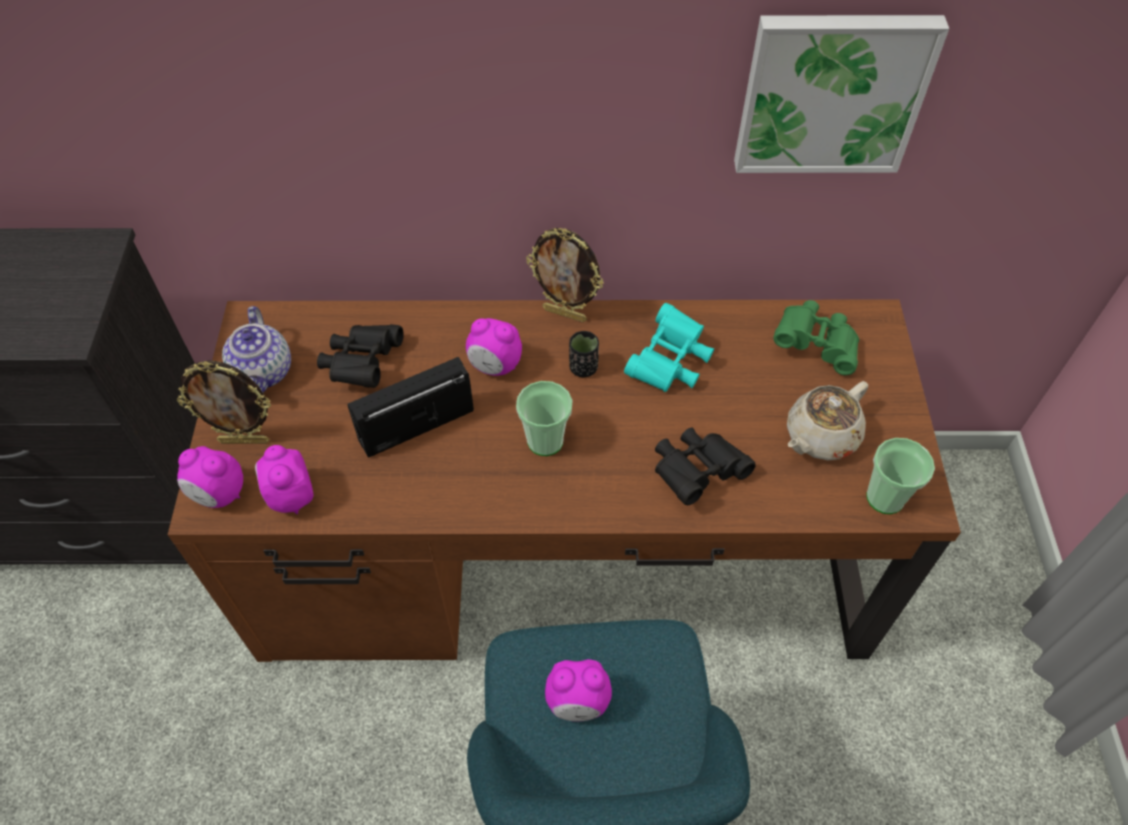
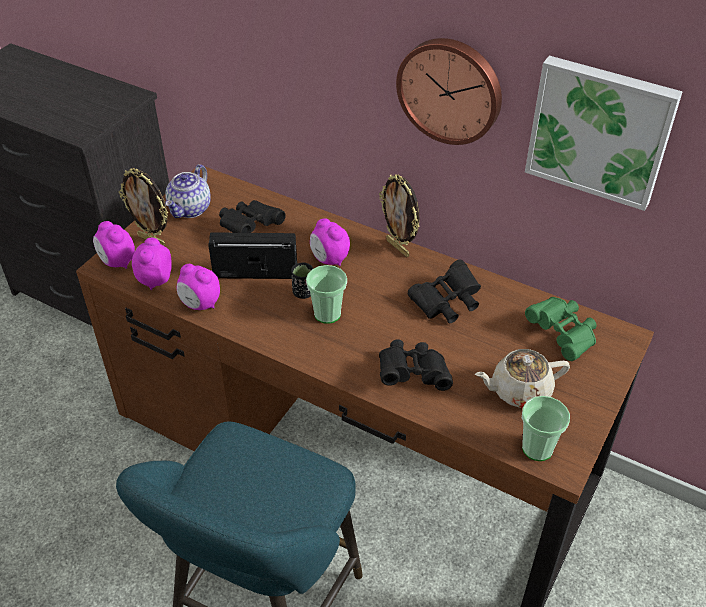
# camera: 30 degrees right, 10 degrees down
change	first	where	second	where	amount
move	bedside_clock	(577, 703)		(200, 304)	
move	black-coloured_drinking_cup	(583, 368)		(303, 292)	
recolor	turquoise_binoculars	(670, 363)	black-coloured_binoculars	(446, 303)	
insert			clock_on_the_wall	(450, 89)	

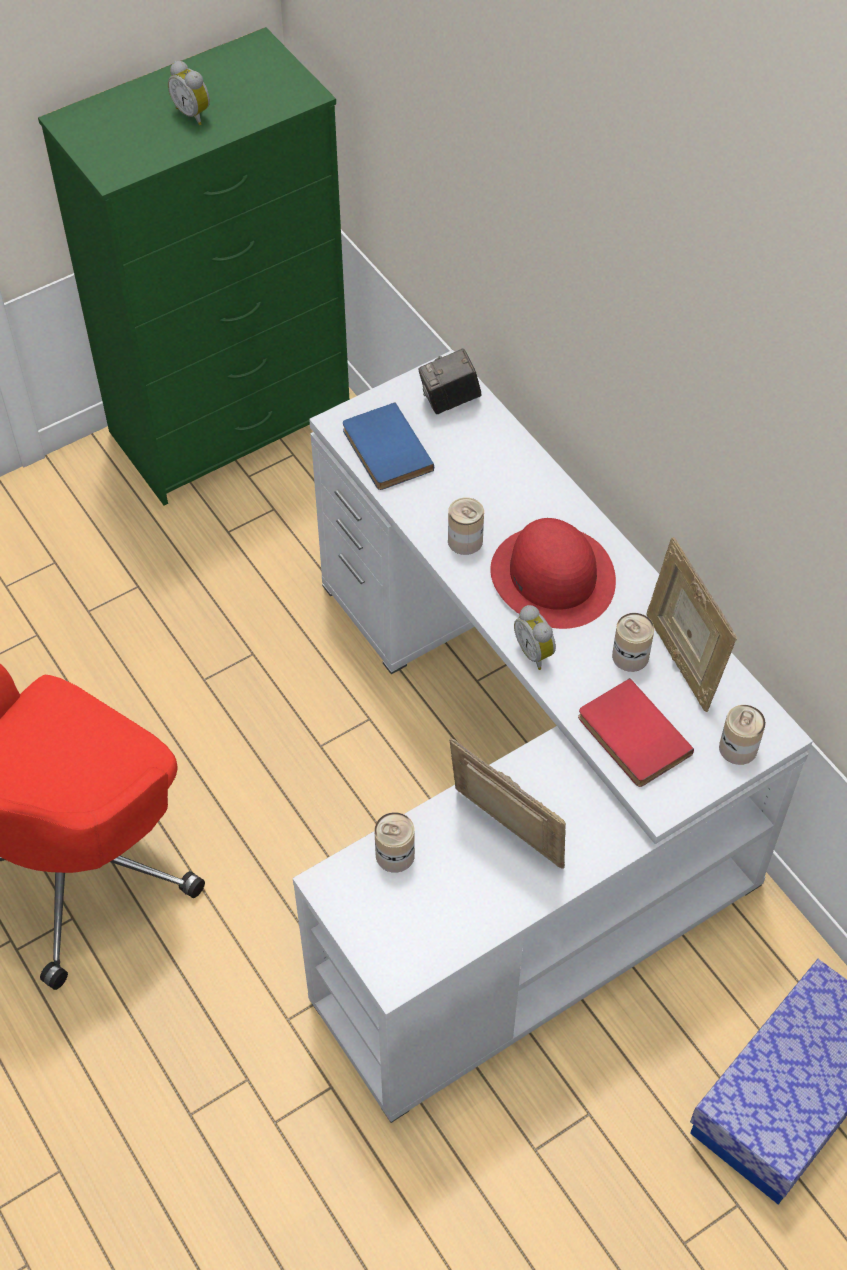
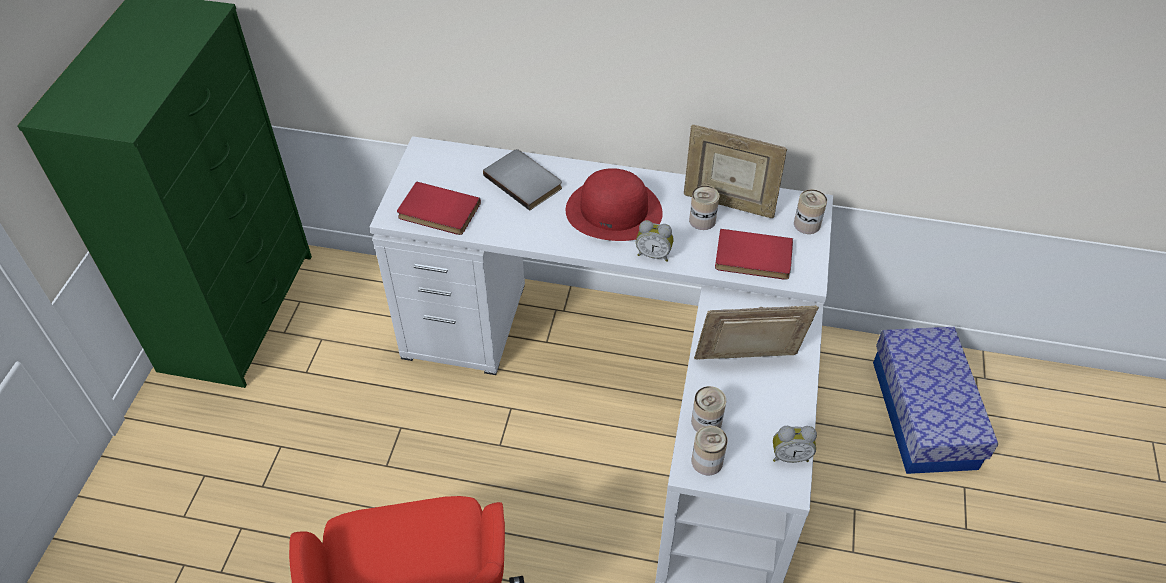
# camera: 45 degrees left, 5 degrees down
change	first	where	second	where	amount
move	bedside_clock	(193, 113)		(789, 455)	
recolor	blue_bound_book	(384, 450)	red-coloured_bound_book	(438, 212)	
delete	photo_camera	(449, 400)			
move	metal_can	(465, 540)		(707, 461)	
insert			grey_bound_book	(525, 180)	

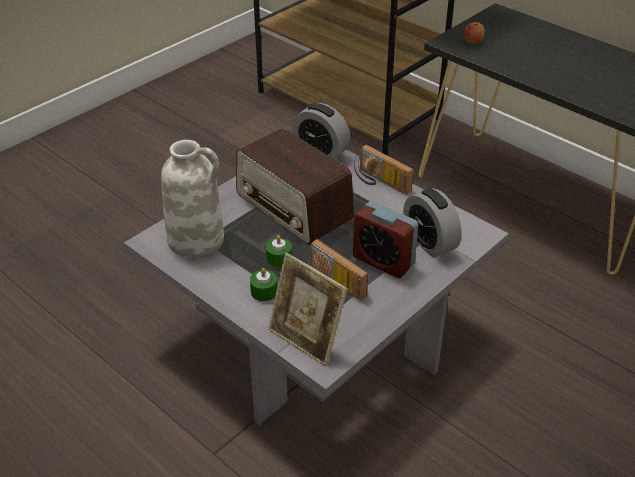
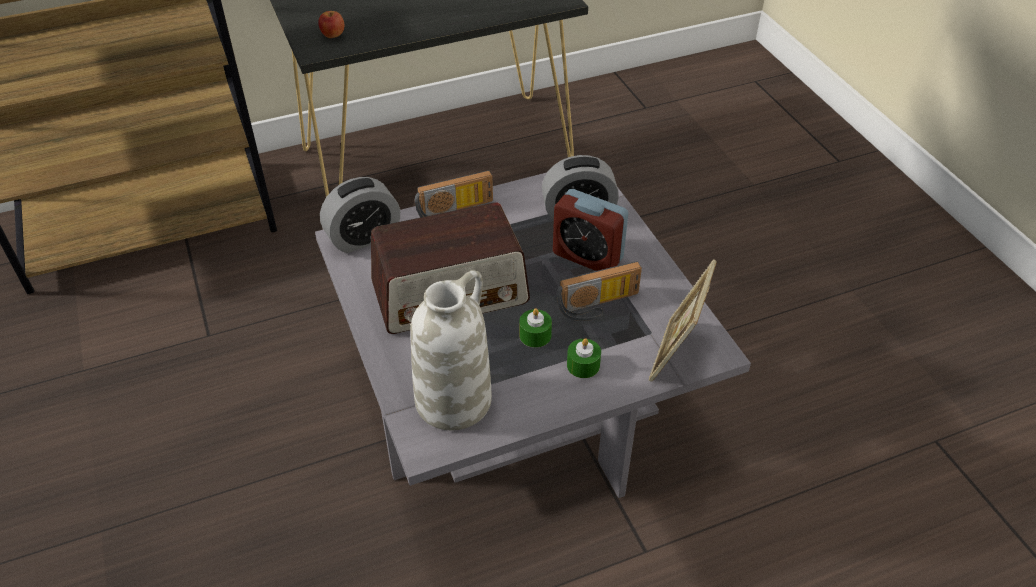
# camera: 65 degrees left, 5 degrees up
change	first	where	second	where	amount
rotate	picture_frame	(306, 340)		(675, 354)	135 degrees clockwise
rotate	bedside_clock	(383, 261)		(587, 256)	60 degrees clockwise

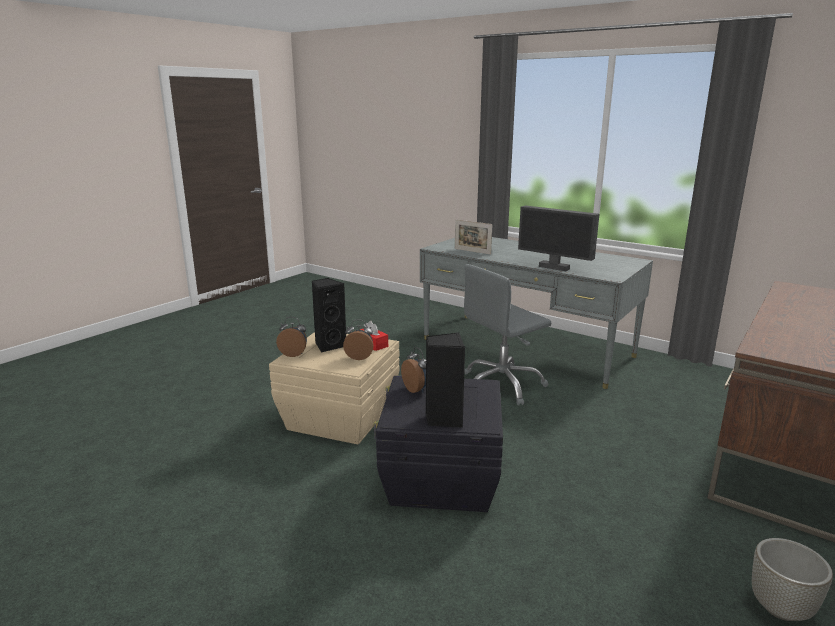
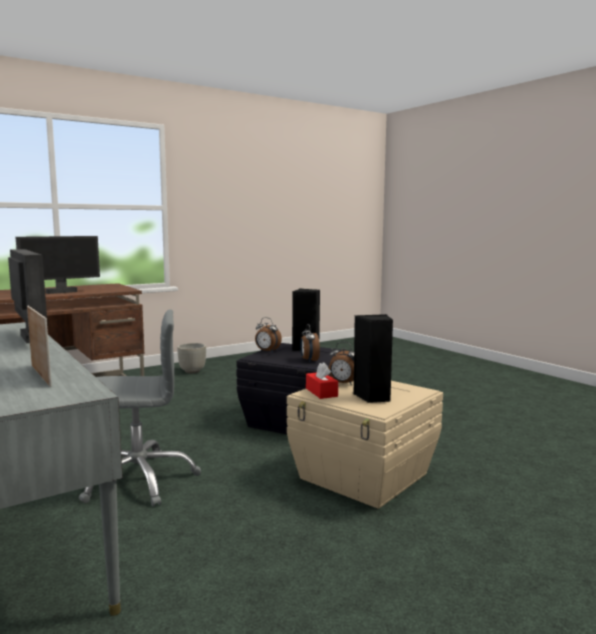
# camera: 160 degrees left, 10 degrees down
change	first	where	second	where	amount
move	bedside_clock	(294, 354)		(267, 351)	
insert			computer_display	(61, 292)	

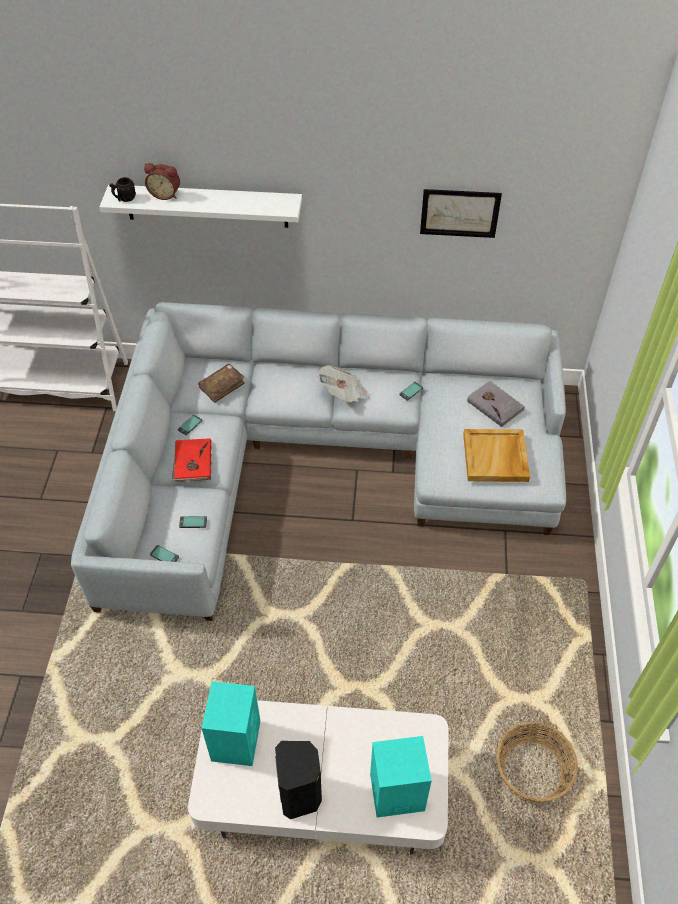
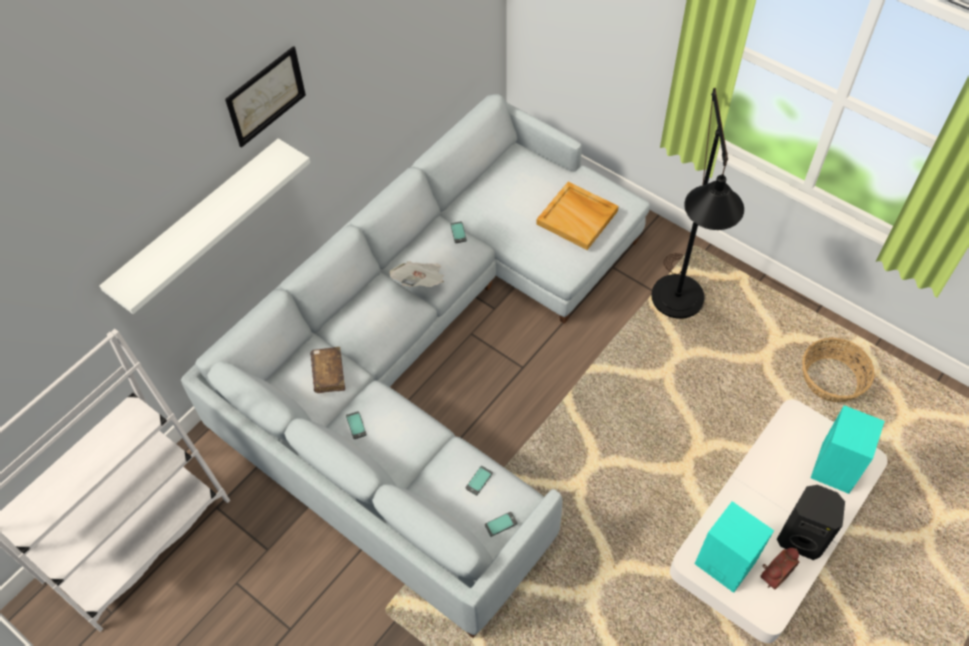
# camera: 55 degrees left, 5 degrees up
change	first	where	second	where	amount
delete	black-coloured_mug	(124, 199)			
move	bedside_clock	(165, 194)		(773, 574)	
delete	red-coloured_bound_book	(192, 462)			
move	wall_picture	(459, 213)		(266, 96)	
delete	grey_bound_book	(495, 405)			
insert			black-coloured_standard_lamp	(677, 310)	

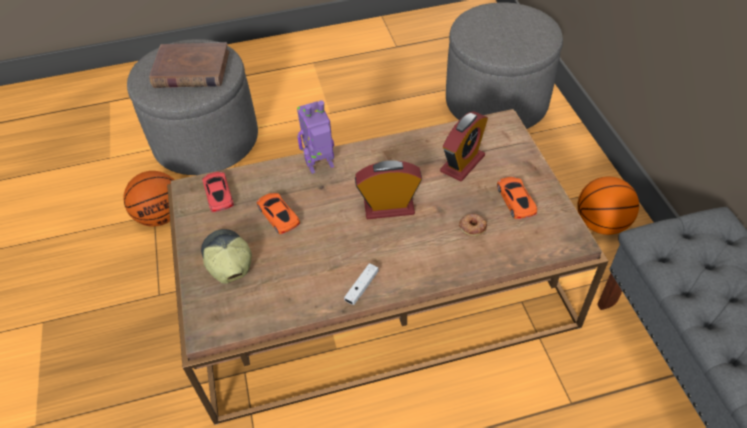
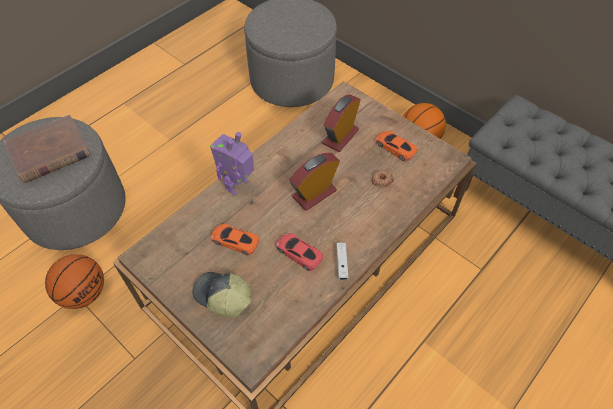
# camera: 35 degrees left, 5 degrees up
change	first	where	second	where	amount
move	red-coloured_miniature_car	(218, 193)		(299, 253)	
rotate	bedside_clock	(462, 163)		(340, 137)	150 degrees counterclockwise

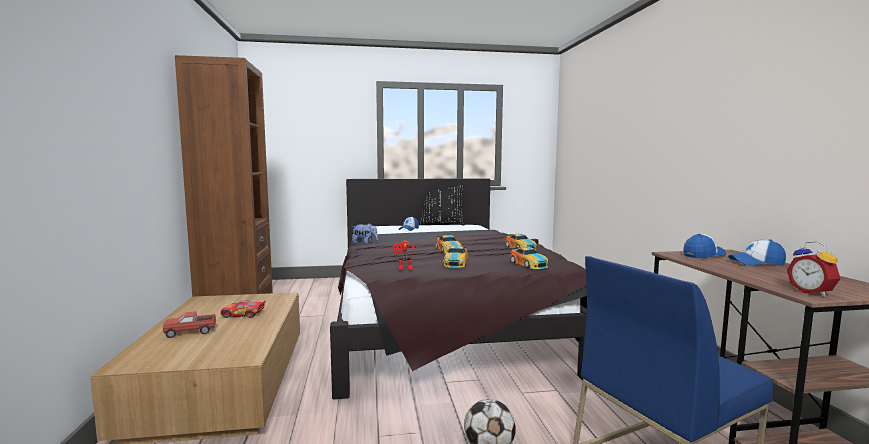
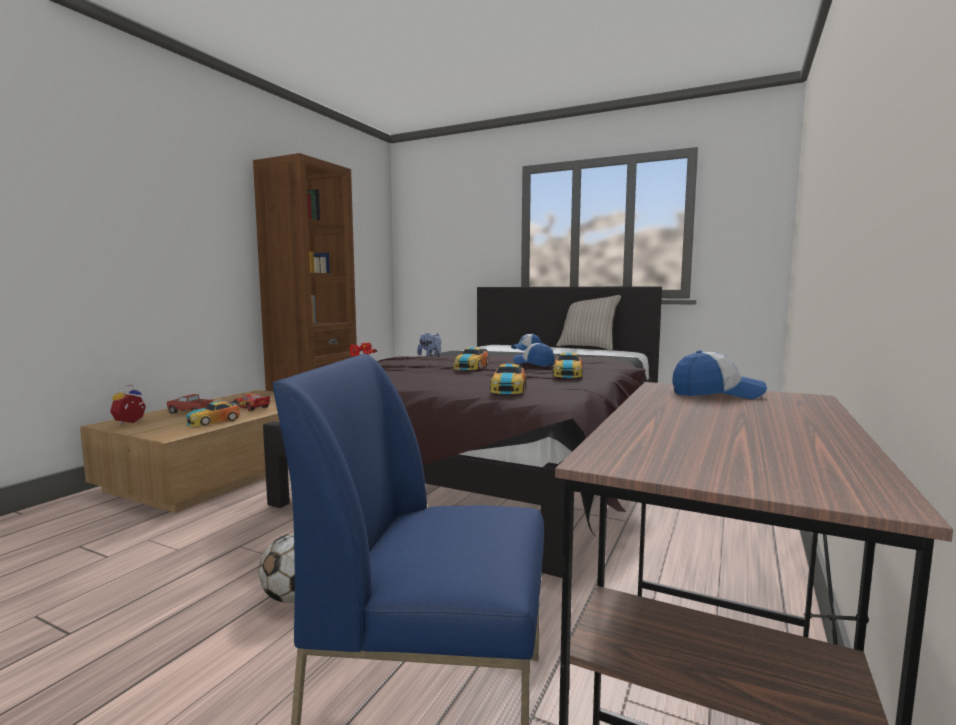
# camera: 35 degrees right, 0 degrees up
change	first	where	second	where	amount
recolor	black-coloured_cushion	(442, 224)	sand-coloured_cushion	(587, 348)	
move	miniature_car	(455, 263)		(213, 421)	
move	baseball_cap	(756, 263)		(533, 364)	
move	bedside_clock	(812, 292)		(131, 422)	

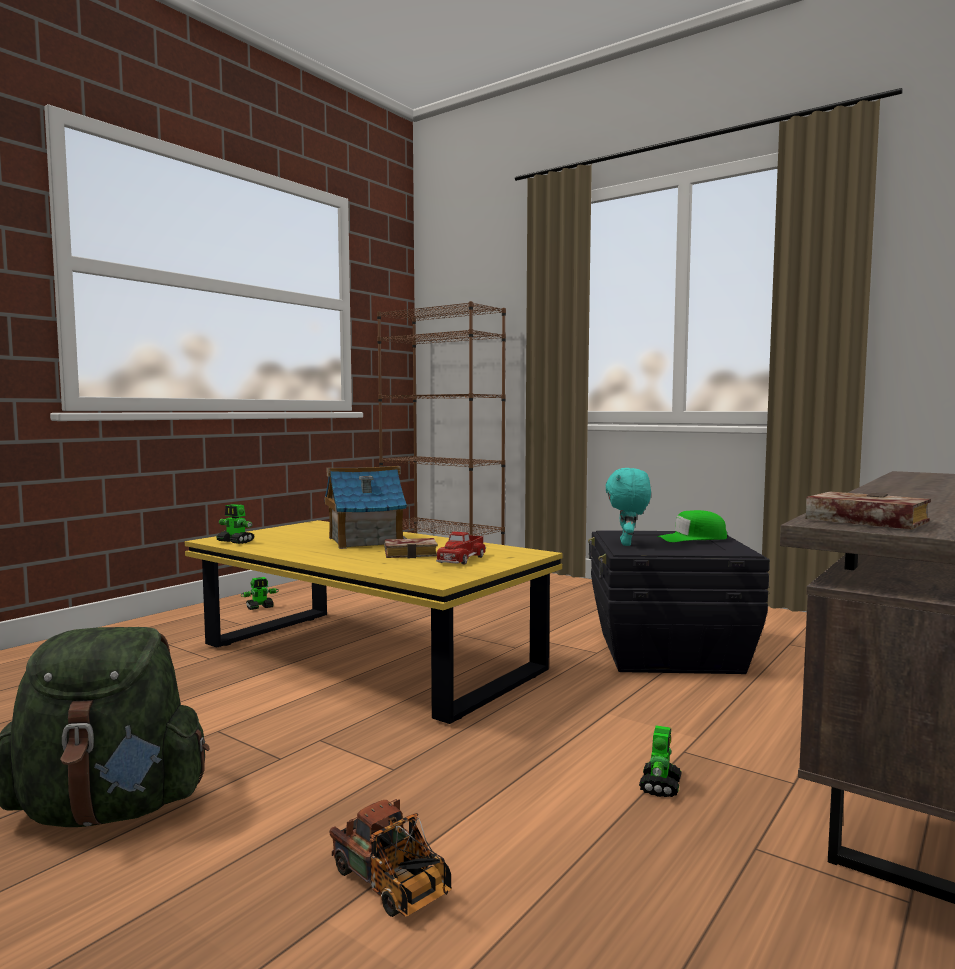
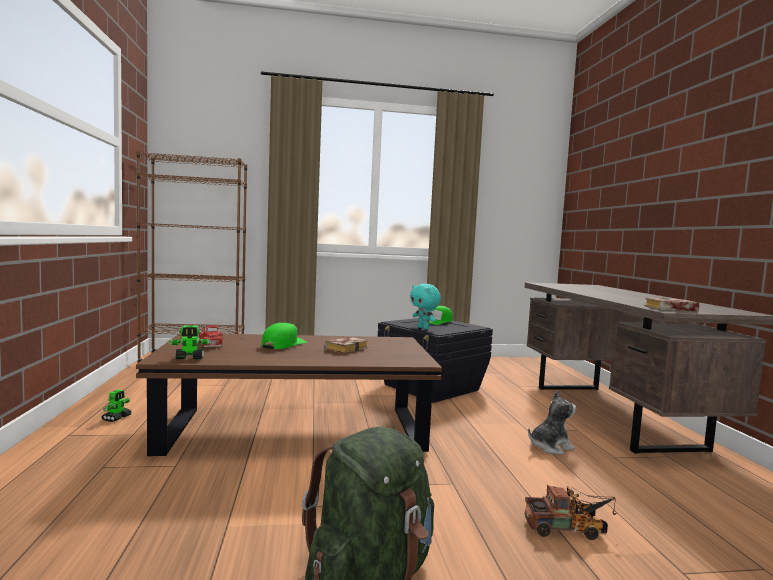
# camera: 45 degrees left, 0 degrees up
change	first	where	second	where	amount
recolor	yellow-coloured_lounge_table	(368, 659)	brown_lounge_table	(296, 432)	
replace	toy_house	(364, 541)	green_baseball_cap	(283, 344)	
move	toy_lorry	(461, 559)		(211, 344)	
replace	toy_robot	(660, 785)	soft_toy	(550, 447)	

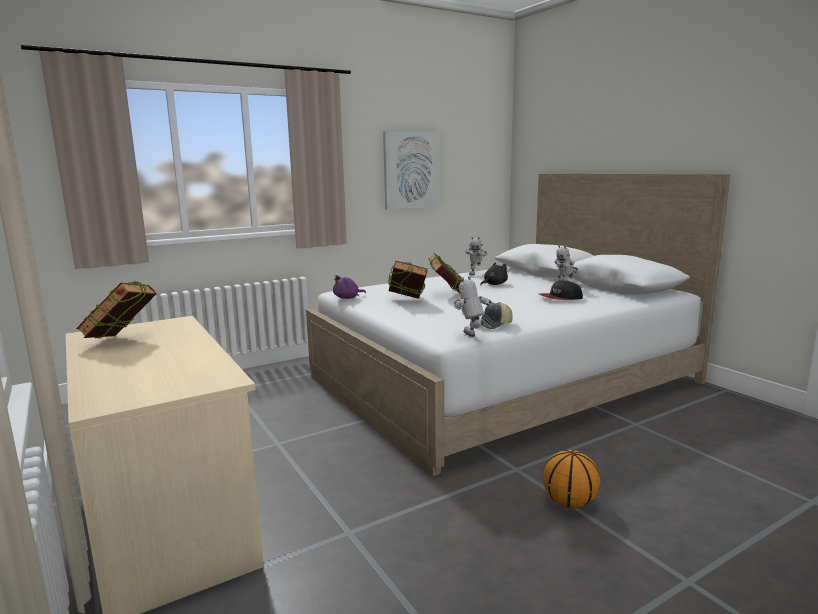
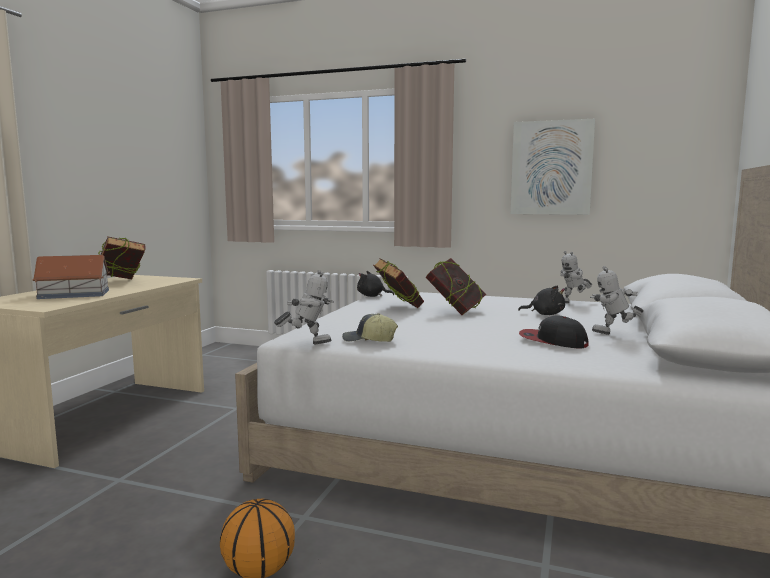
# camera: 50 degrees right, 5 degrees down
change	first	where	second	where	amount
recolor	purplish_soft_toy	(348, 298)	black-coloured_soft_toy	(372, 296)	
rotate	toy_robot	(473, 338)		(307, 343)	60 degrees clockwise
insert			toy_house	(73, 294)	

